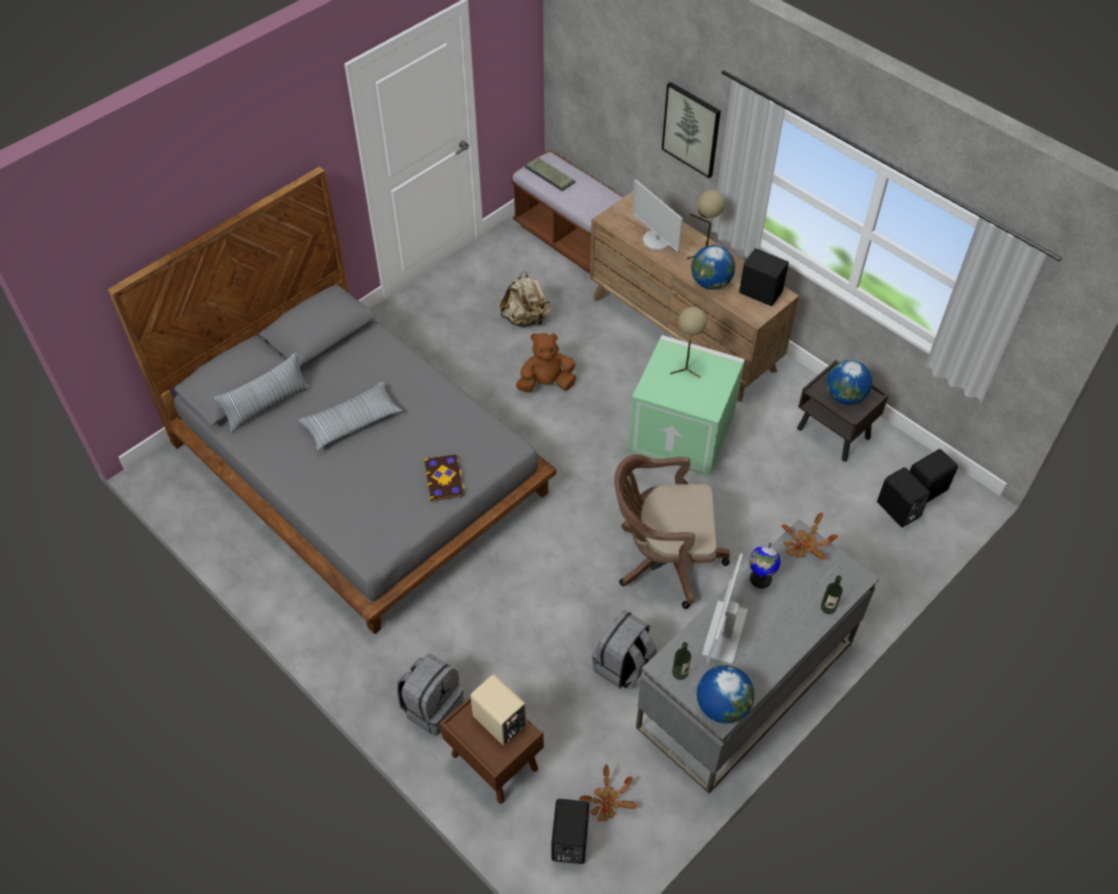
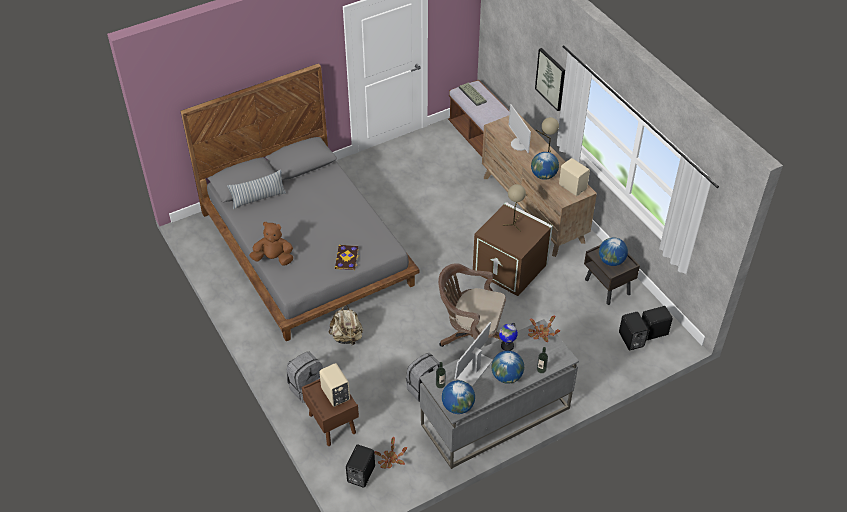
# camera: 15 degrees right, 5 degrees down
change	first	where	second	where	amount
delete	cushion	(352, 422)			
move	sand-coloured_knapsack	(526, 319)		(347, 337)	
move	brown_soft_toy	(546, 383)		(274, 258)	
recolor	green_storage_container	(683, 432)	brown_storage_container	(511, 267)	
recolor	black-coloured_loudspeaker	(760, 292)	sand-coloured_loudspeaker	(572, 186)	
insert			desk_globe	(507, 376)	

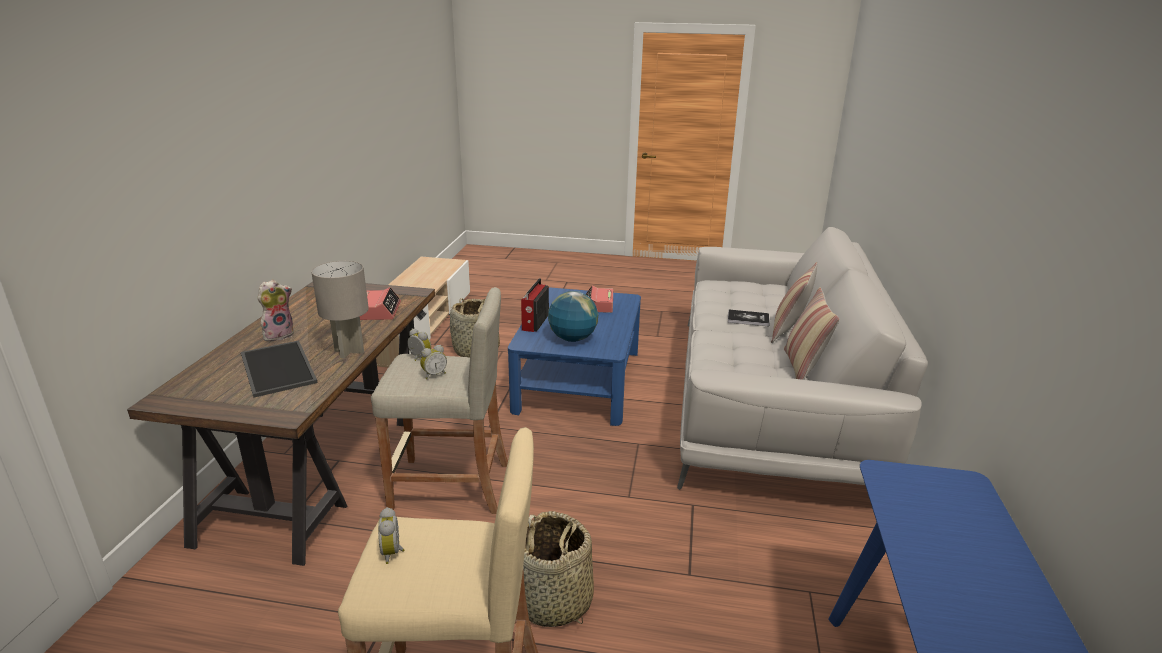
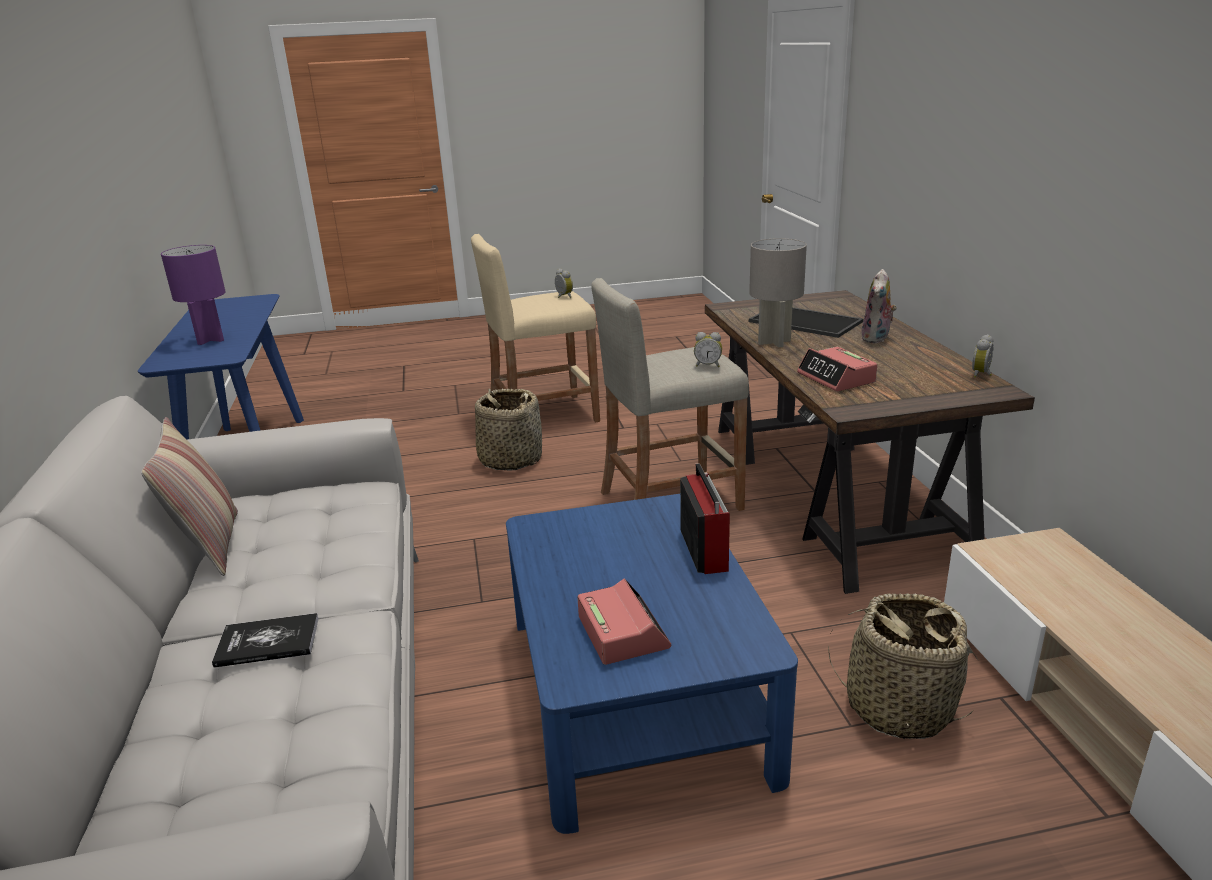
# camera: 160 degrees right, 0 degrees up
change	first	where	second	where	amount
move	bedside_clock	(434, 374)		(982, 374)	
delete	desk_globe	(572, 339)			
delete	cushion	(789, 331)			
insert			purplish_lamp_for_a_table	(209, 340)	

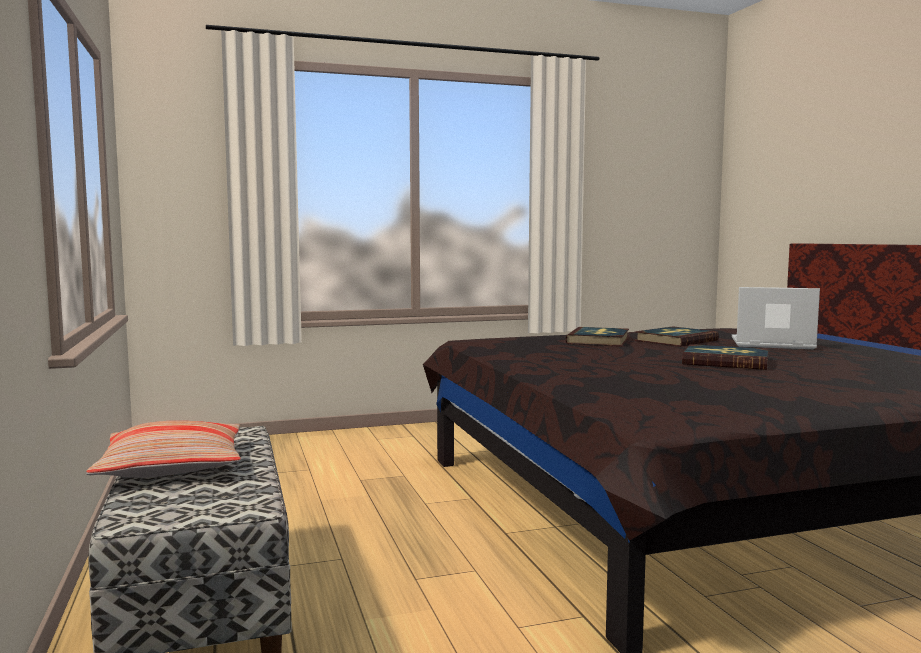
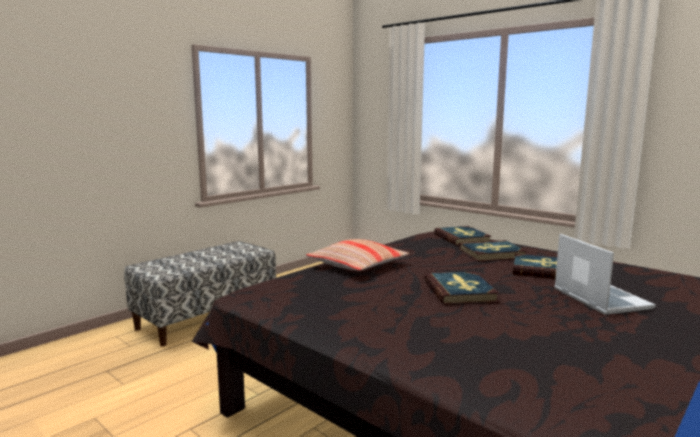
# camera: 60 degrees right, 5 degrees up
change	first	where	second	where	amount
move	cushion	(172, 467)		(357, 265)	
insert			bound_book	(462, 238)	

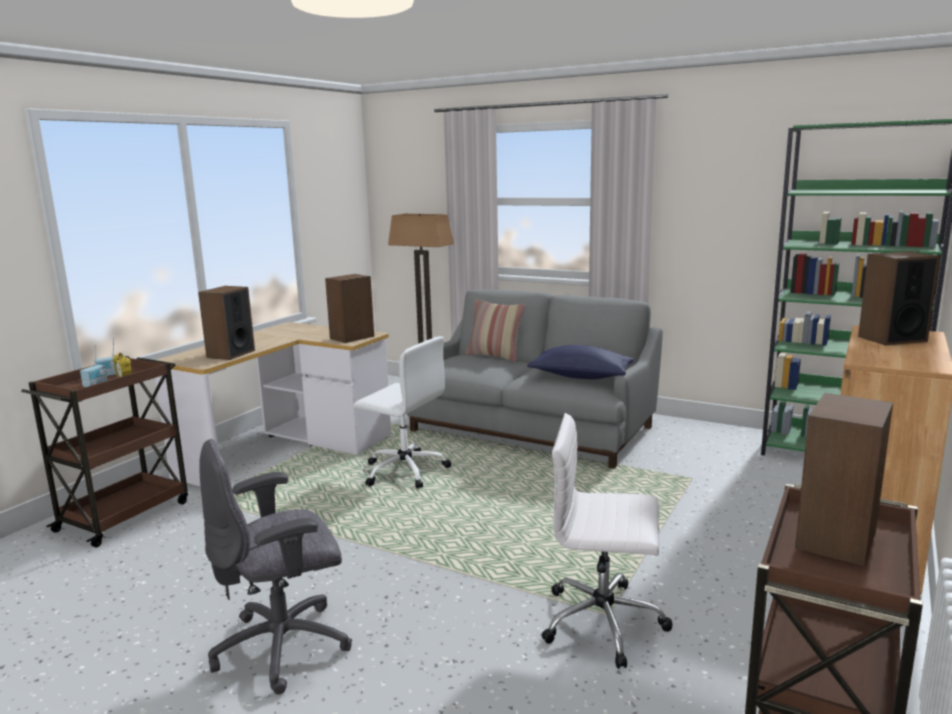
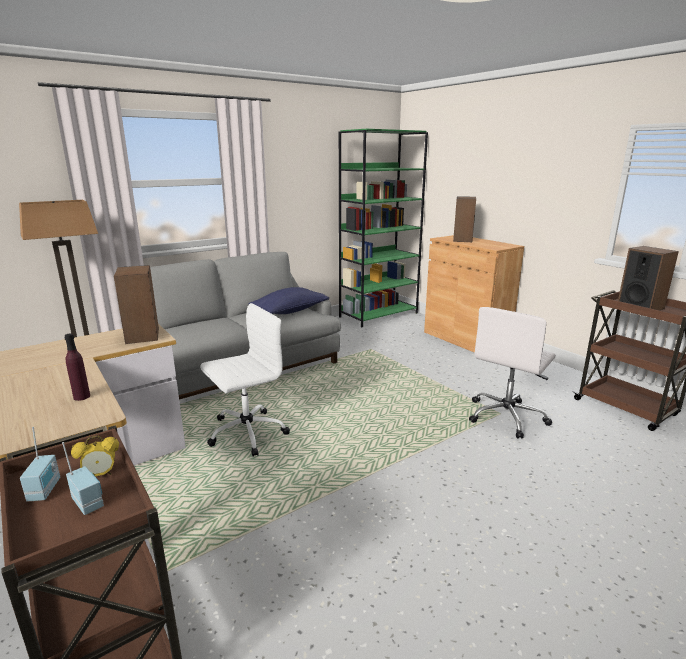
# camera: 65 degrees left, 5 degrees up
change	first	where	second	where	amount
replace	loudspeaker	(230, 354)	purplish_beverage_bottle	(82, 397)	
delete	grey_office_chair	(284, 646)			
delete	cushion	(495, 356)			

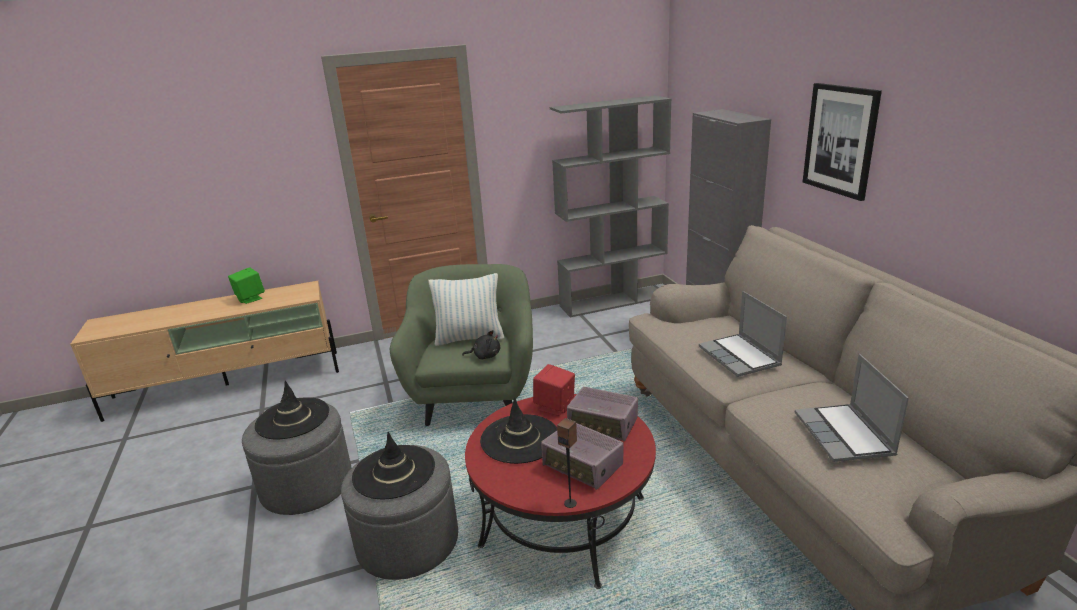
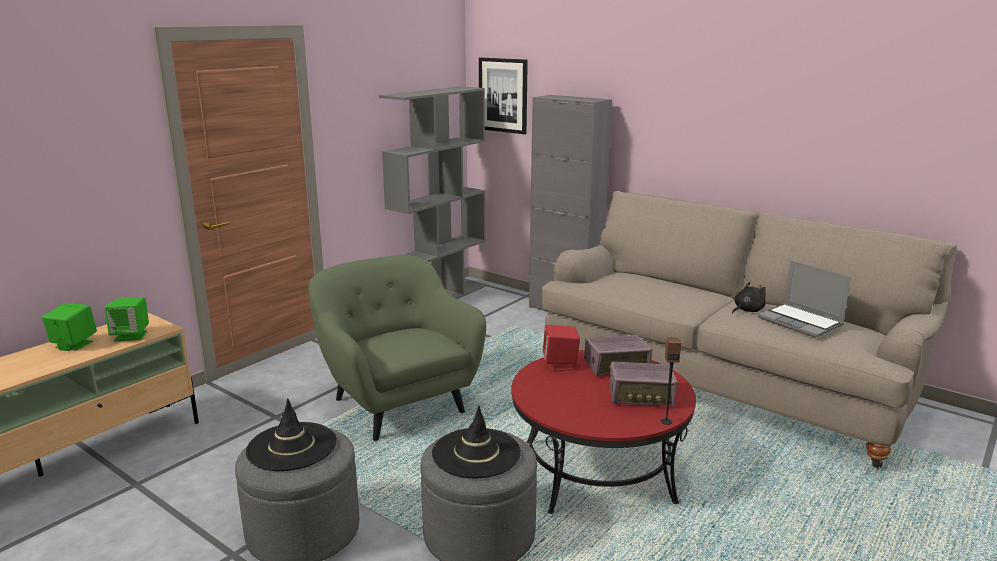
# camera: 35 degrees left, 5 degrees down
change	first	where	second	where	amount
delete	cushion	(469, 338)			
move	black-coloured_soft_toy	(485, 356)		(747, 310)	
delete	black-coloured_hat	(520, 439)			
delete	notebook_computer	(740, 357)			
move	wall_picture	(840, 140)		(503, 95)	
insert			green_loudspeaker	(131, 336)	

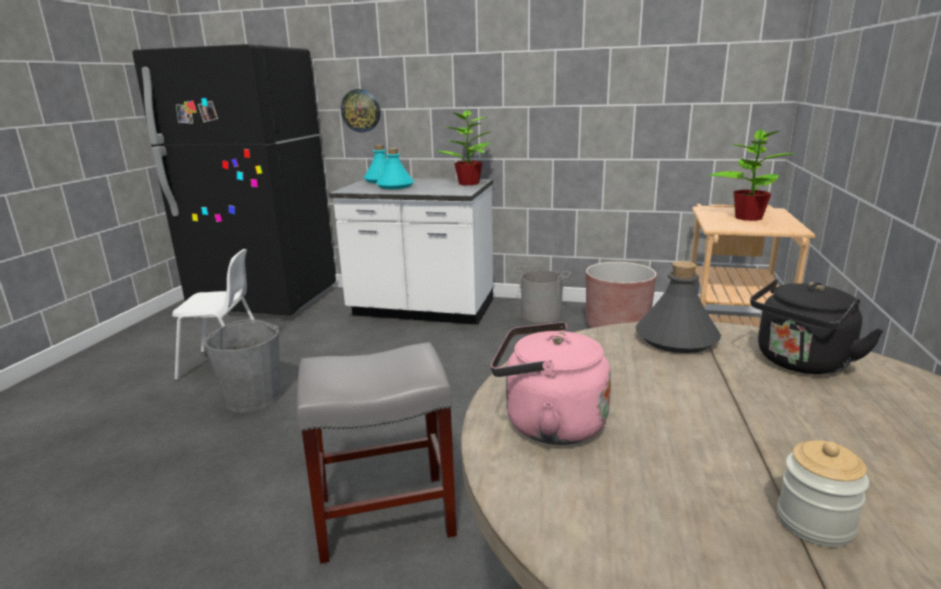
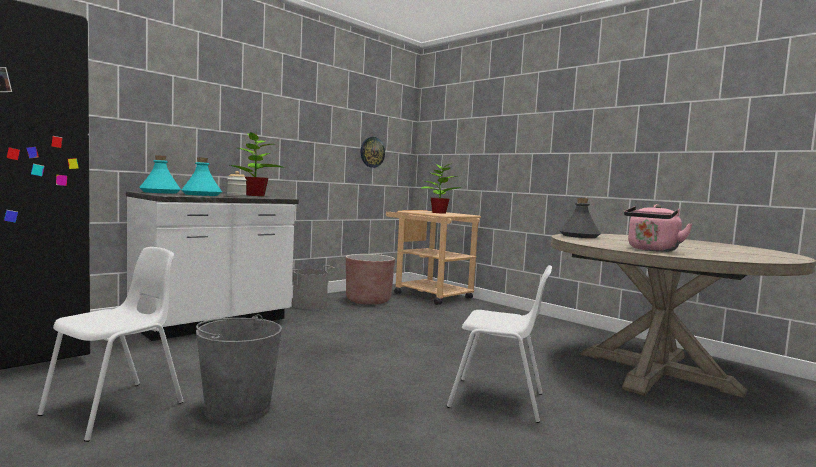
# camera: 60 degrees left, 15 degrees down
change	first	where	second	where	amount
replace	grey_stool	(383, 517)	white_chair	(498, 400)	
move	clock_on_the_wall	(361, 110)		(372, 152)	
delete	black-coloured_tea_kettle	(800, 363)			
move	preserve_jar	(814, 523)		(236, 196)	

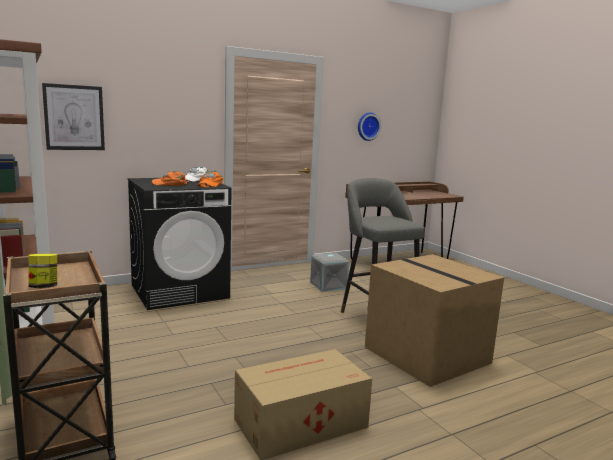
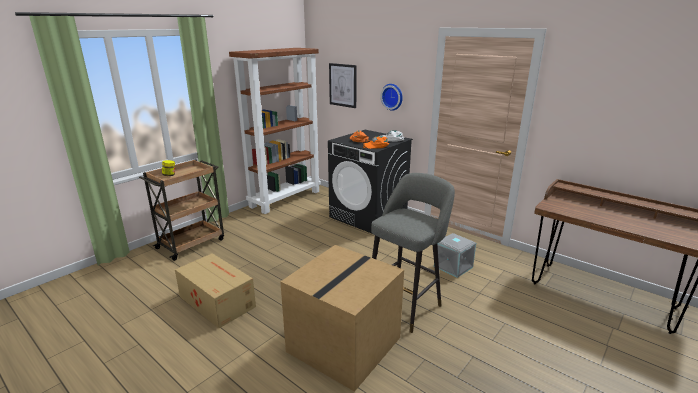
# camera: 70 degrees right, 10 degrees up
change	first	where	second	where	amount
move	clock_on_the_wall	(367, 126)		(392, 96)	

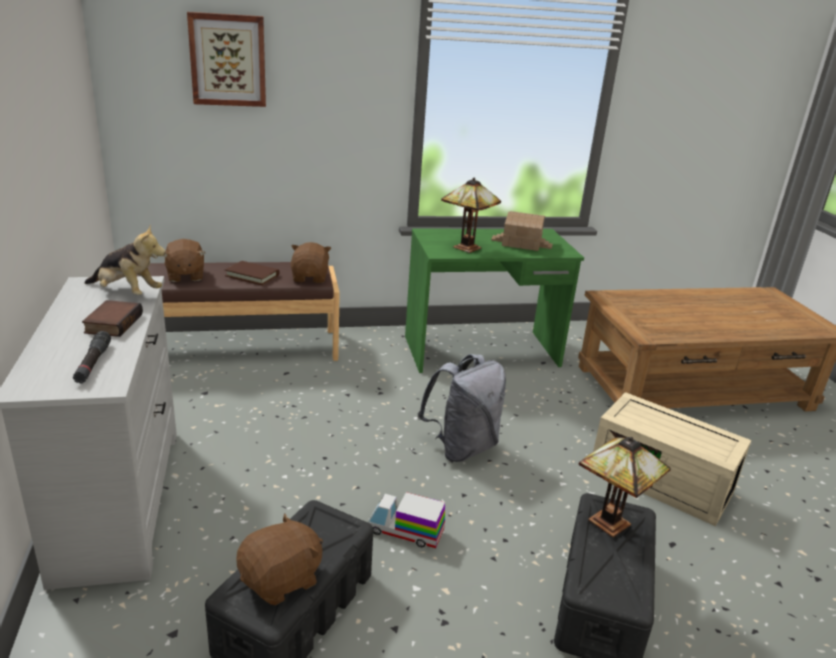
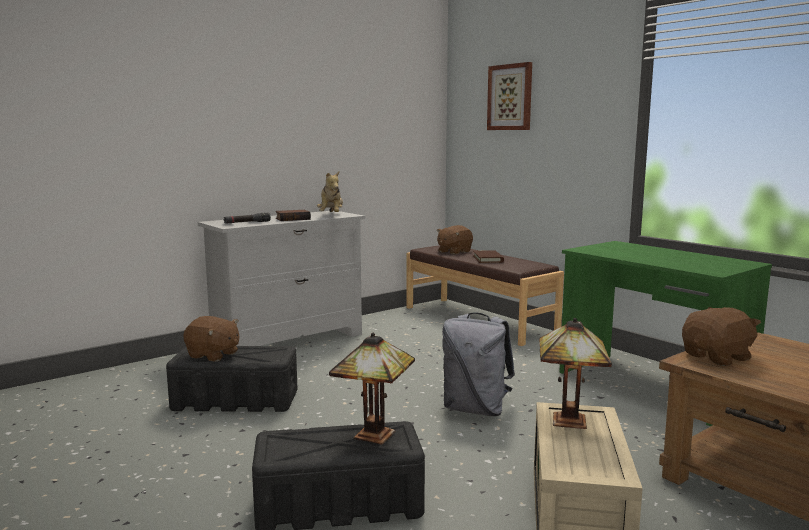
# camera: 65 degrees right, 15 degrees down
change	first	where	second	where	amount
move	brown_soft_toy	(310, 278)		(717, 357)	
delete	toy_lorry	(405, 531)			
move	lamp_for_a_table	(464, 247)		(567, 419)	
delete	toy_house	(521, 242)			

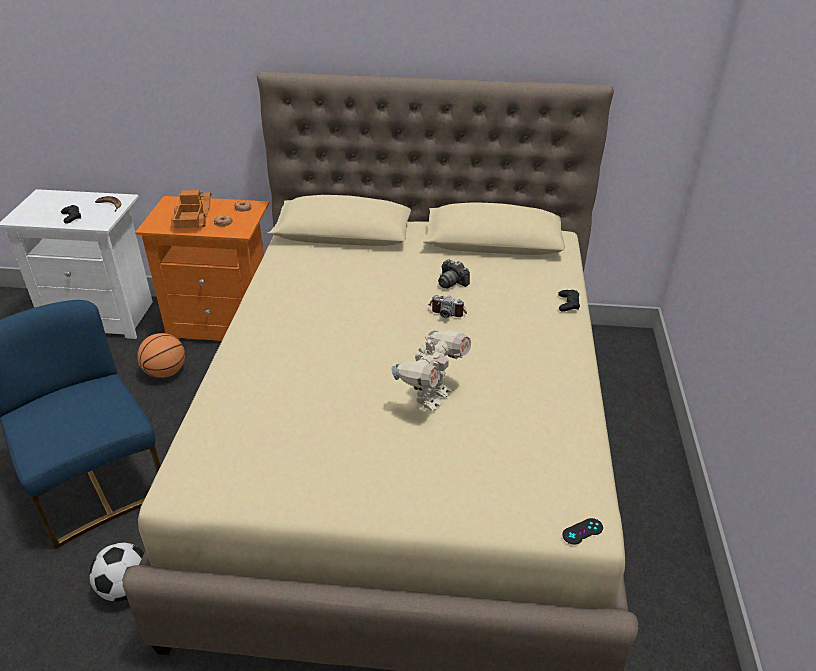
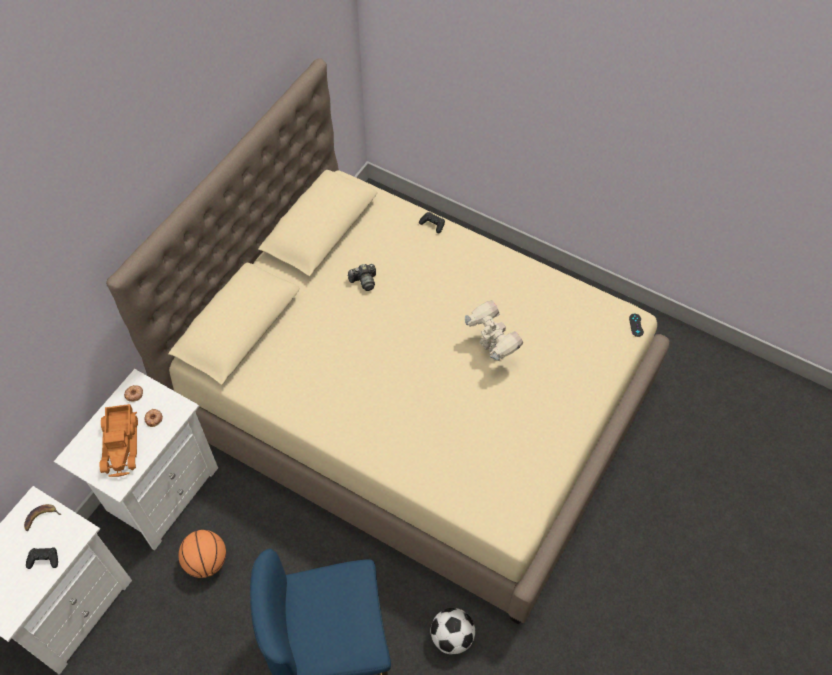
# camera: 65 degrees left, 20 degrees up
change	first	where	second	where	amount
recolor	orange-coloured_night_table	(225, 324)	white_night_table	(160, 490)	
rotate	toy_lorry	(192, 217)		(122, 444)	120 degrees counterclockwise
delete	photo_camera	(448, 310)			

